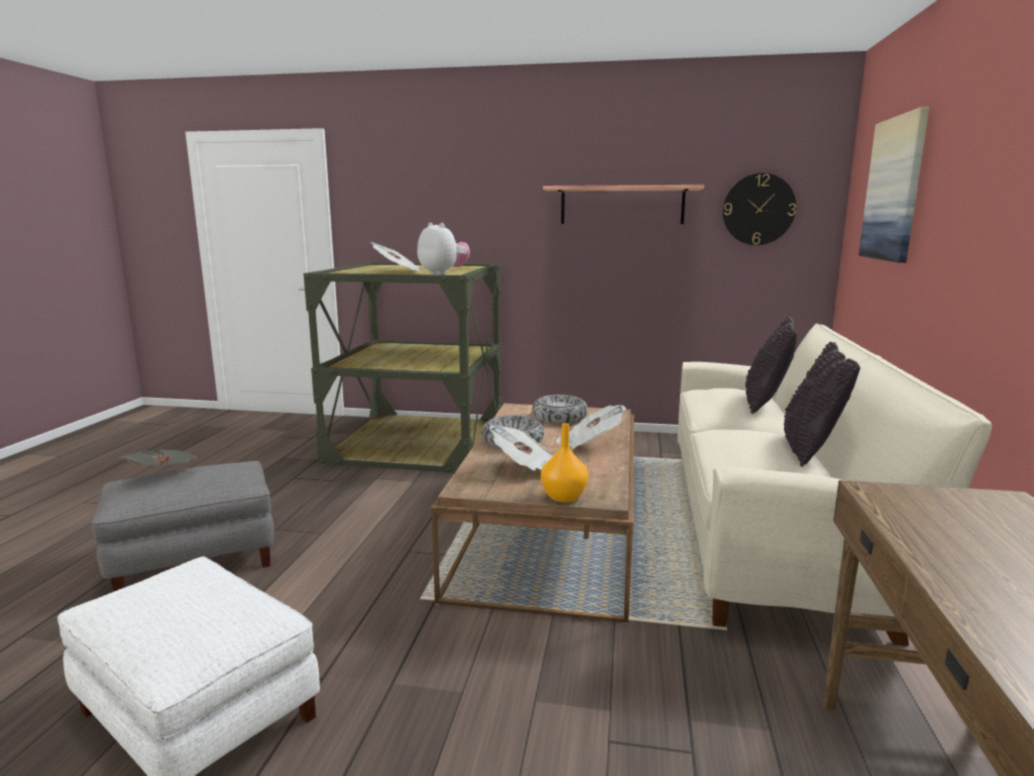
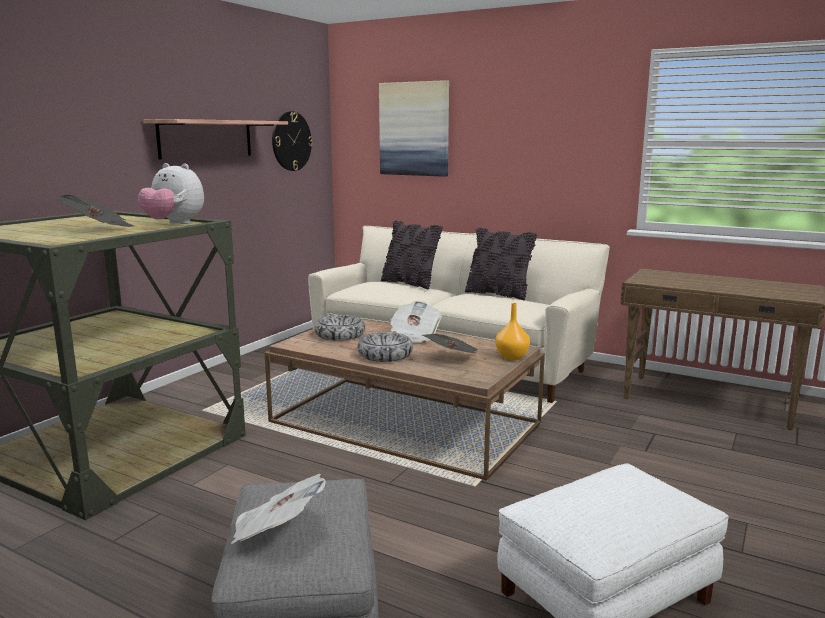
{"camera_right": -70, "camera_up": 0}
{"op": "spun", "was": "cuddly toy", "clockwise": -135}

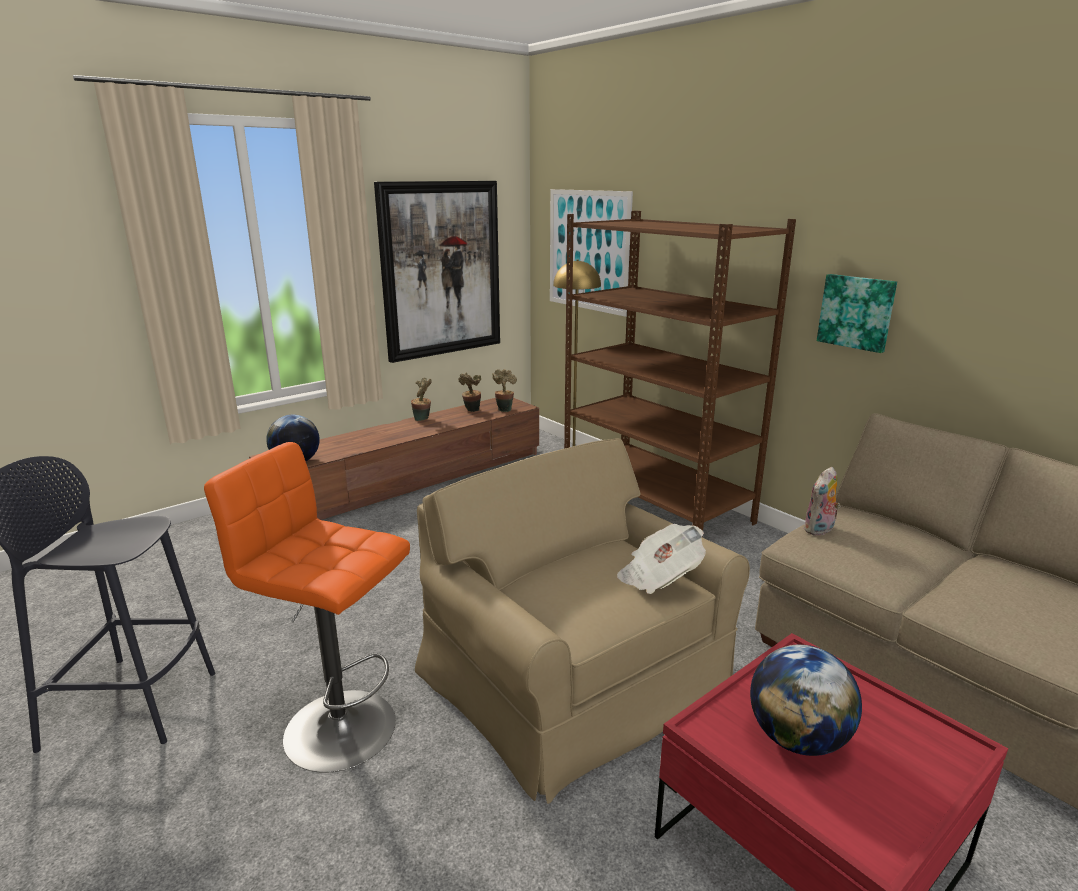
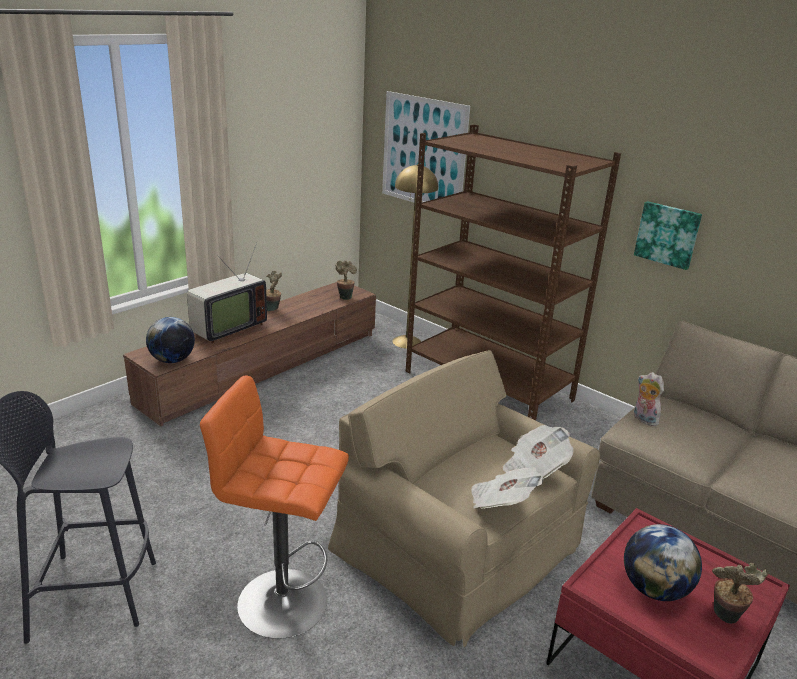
{"camera_right": -10, "camera_up": 5}
{"op": "appeared", "now": "TV"}
{"op": "appeared", "now": "newspaper (no. 1 from left)"}
{"op": "spun", "was": "cuddly toy", "clockwise": 105}
{"op": "relocated", "was": "plant in a pot (no. 2 from left in the first image)", "now": "plant in a pot (no. 3 from left)"}
{"op": "missing", "was": "wall picture (no. 1 from left)"}

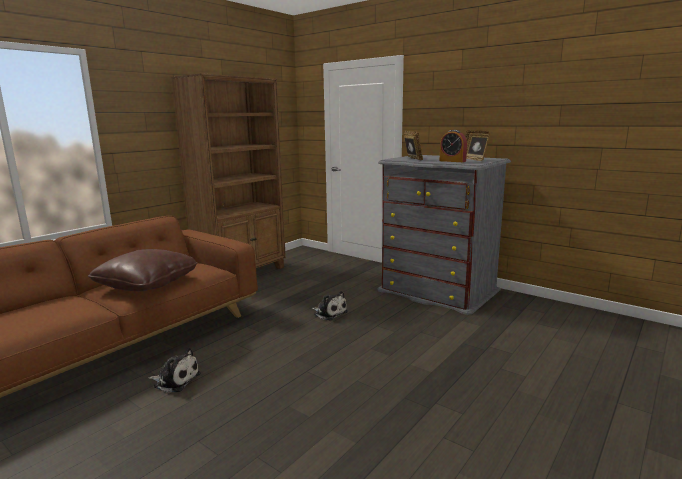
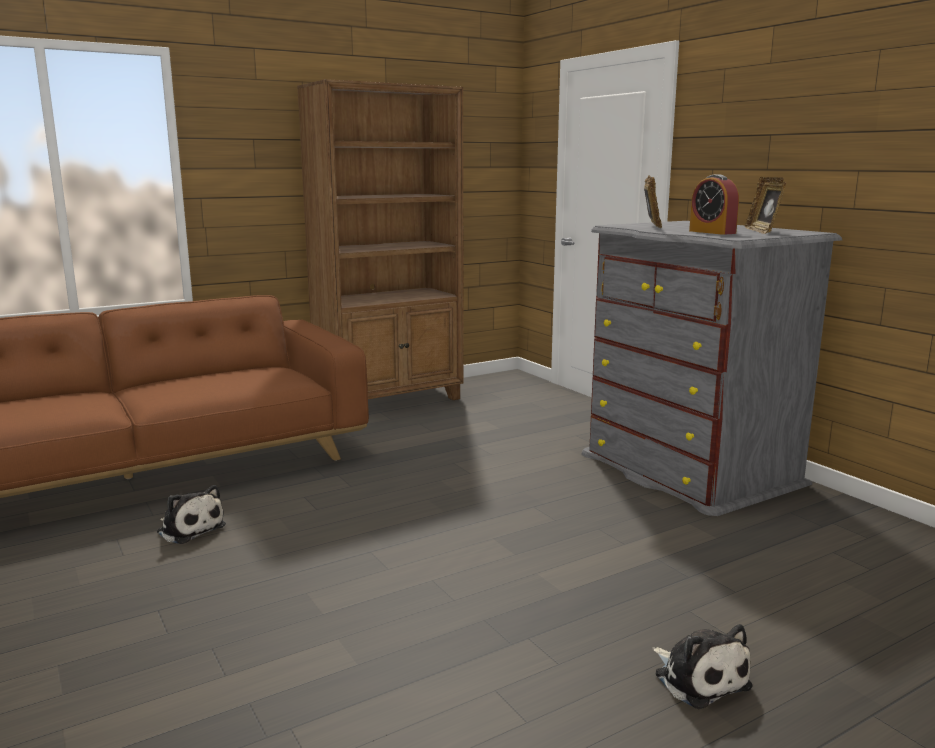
{"camera_right": 20, "camera_up": 0}
{"op": "relocated", "was": "cuddly toy (no. 2 from left)"}
{"op": "missing", "was": "brownish cushion"}

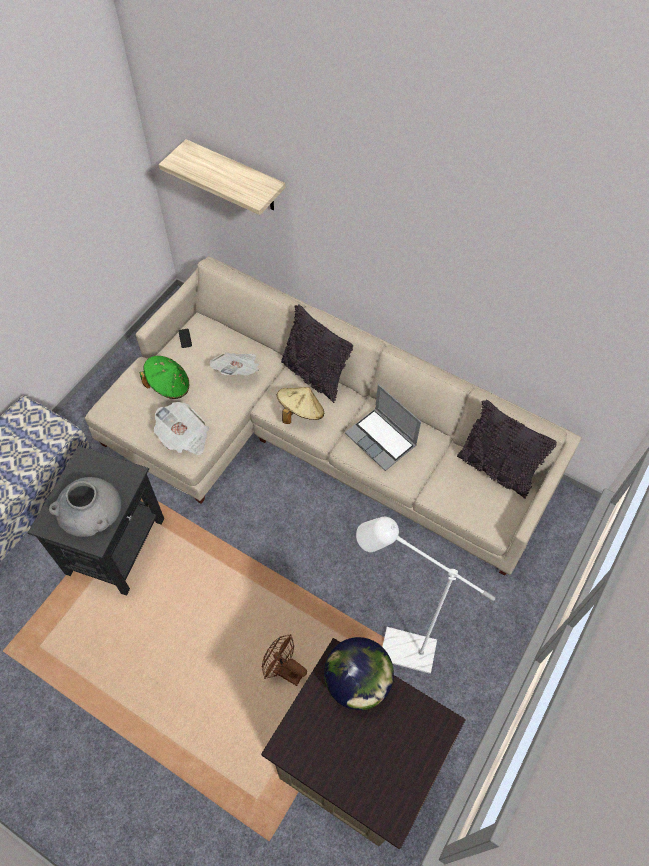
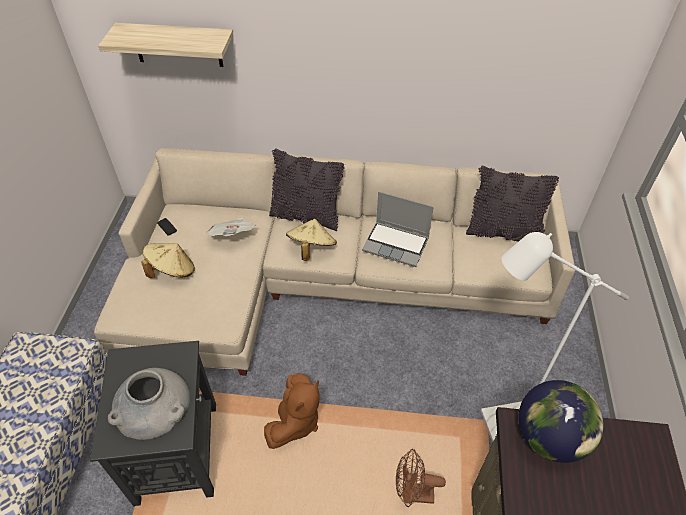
{"camera_right": -25, "camera_up": -10}
{"op": "colour", "was": "green clothing hat", "now": "sand-coloured clothing hat (no. 1 from left)"}
{"op": "appeared", "now": "brownish cuddly toy"}
{"op": "missing", "was": "newspaper (no. 1 from left)"}

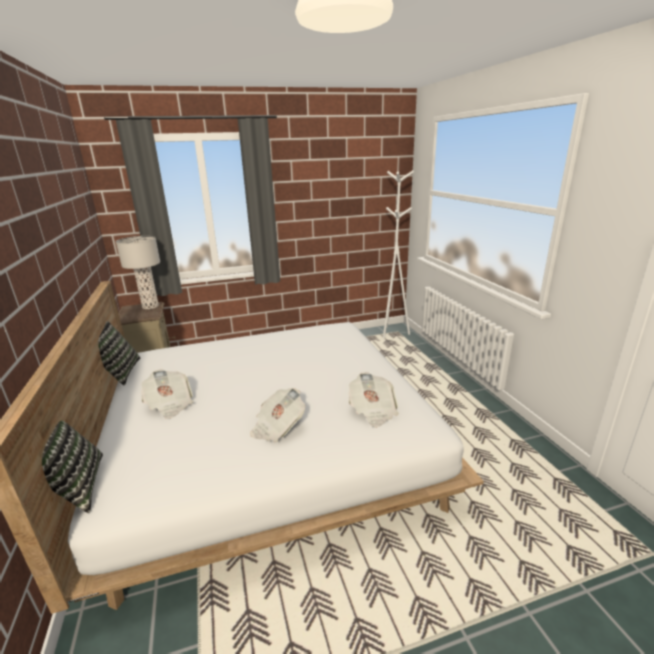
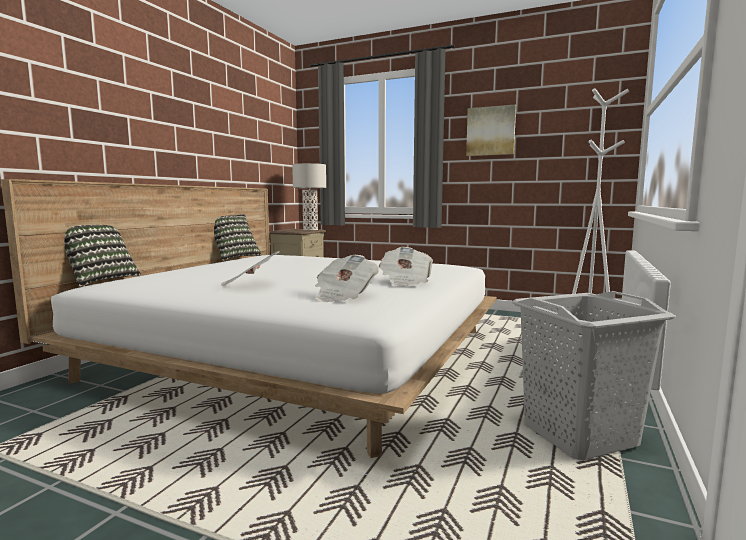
{"camera_right": 40, "camera_up": -15}
{"op": "relocated", "was": "newspaper (no. 1 from left in the first image)", "now": "newspaper (no. 3 from left)"}
{"op": "appeared", "now": "wall picture"}
{"op": "appeared", "now": "gray hamper"}

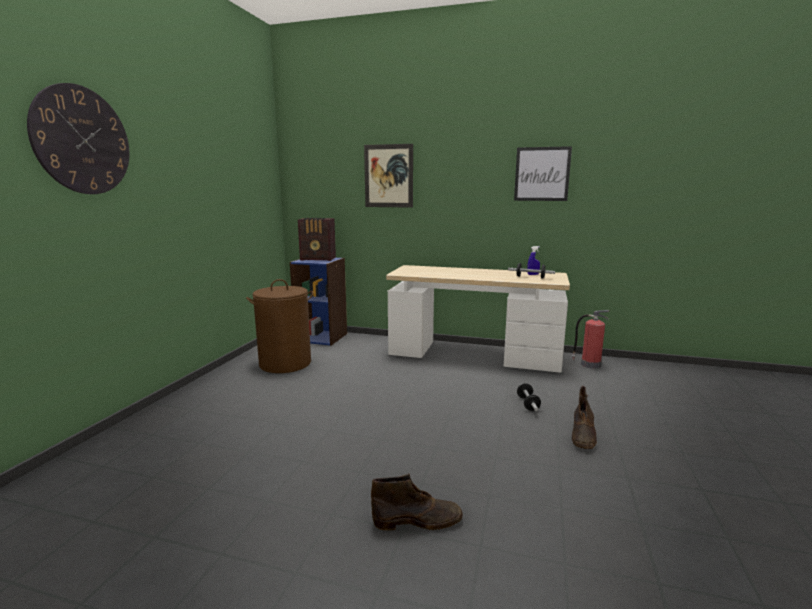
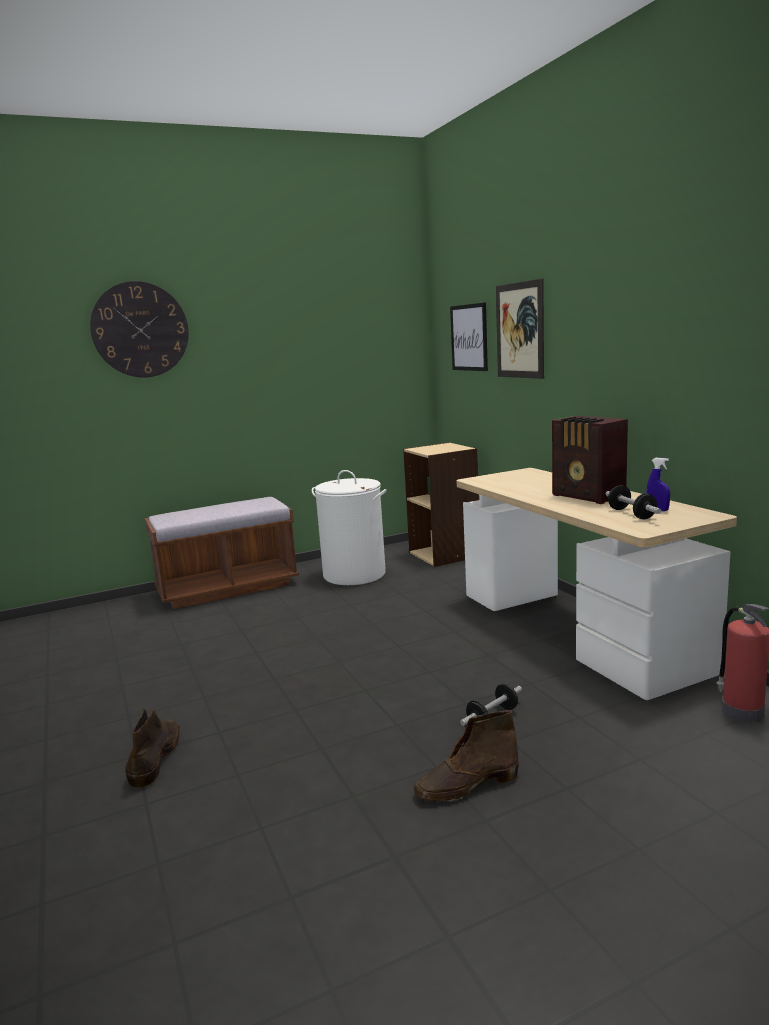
{"camera_right": 50, "camera_up": 0}
{"op": "spun", "was": "brownish boot (no. 1 from left)", "clockwise": -135}
{"op": "appeared", "now": "brownish bench"}
{"op": "colour", "was": "brownish hamper", "now": "white hamper"}
{"op": "colour", "was": "bluish shelving unit", "now": "sand-coloured shelving unit"}
{"op": "relocated", "was": "wall picture (no. 2 from left in the first image)", "now": "wall picture (no. 1 from left)"}
{"op": "relocated", "was": "radio receiver"}

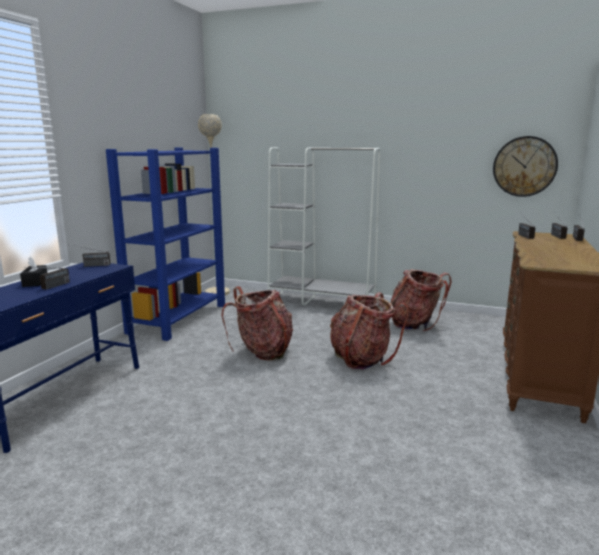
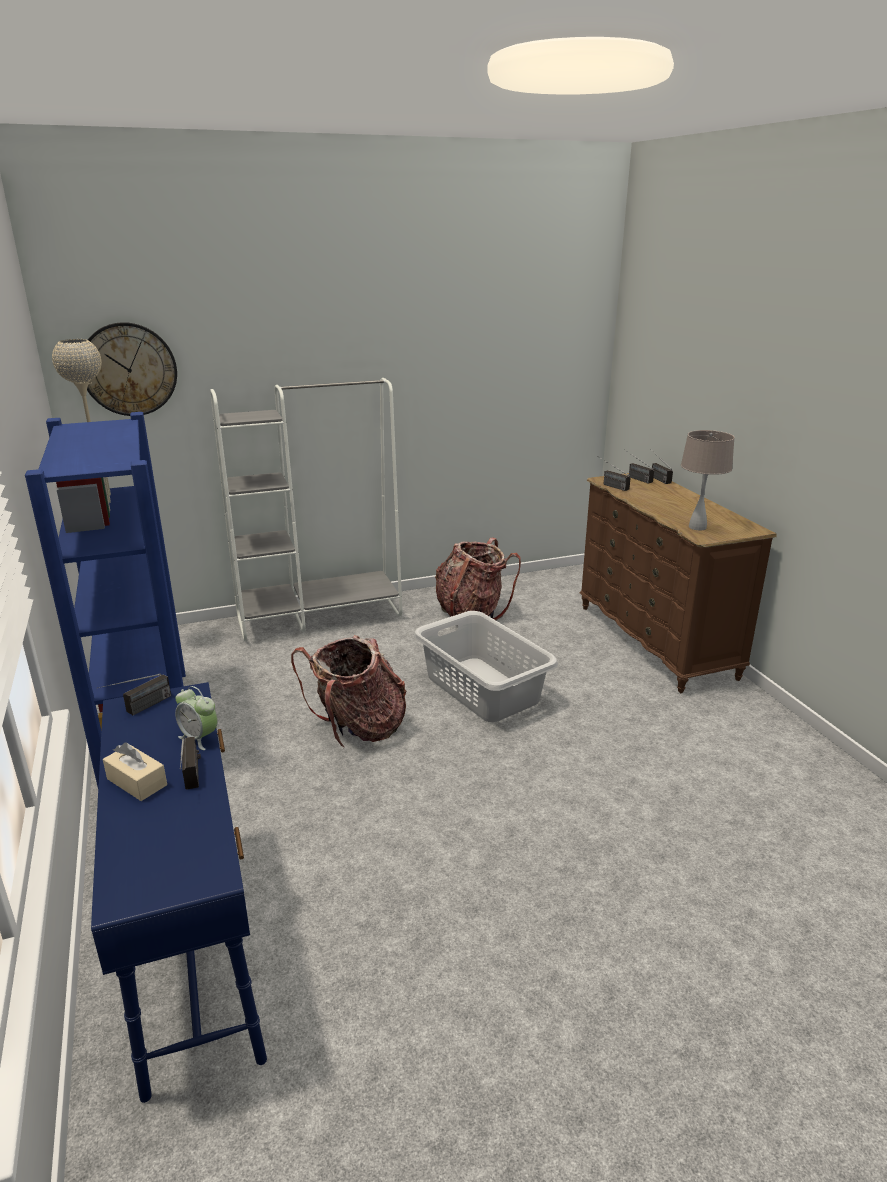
{"camera_right": -40, "camera_up": 10}
{"op": "relocated", "was": "wall clock"}
{"op": "colour", "was": "black-coloured box of tissues", "now": "sand-coloured box of tissues"}
{"op": "appeared", "now": "alarm clock"}
{"op": "exchanged", "was": "knapsack (no. 2 from left)", "now": "gray hamper"}
{"op": "appeared", "now": "sand-coloured table lamp"}

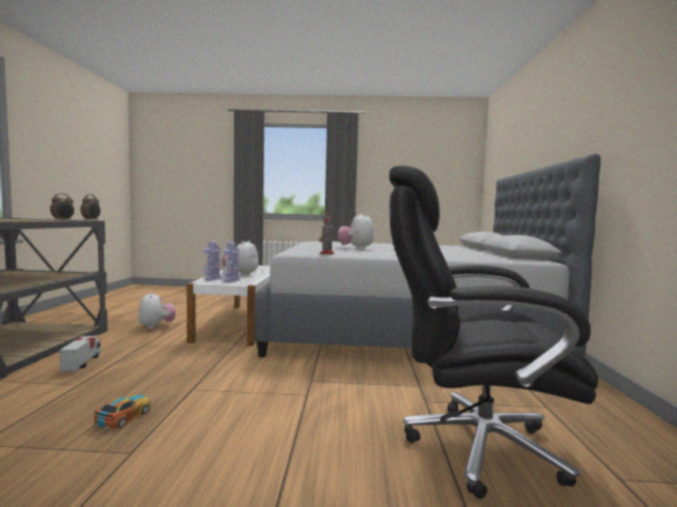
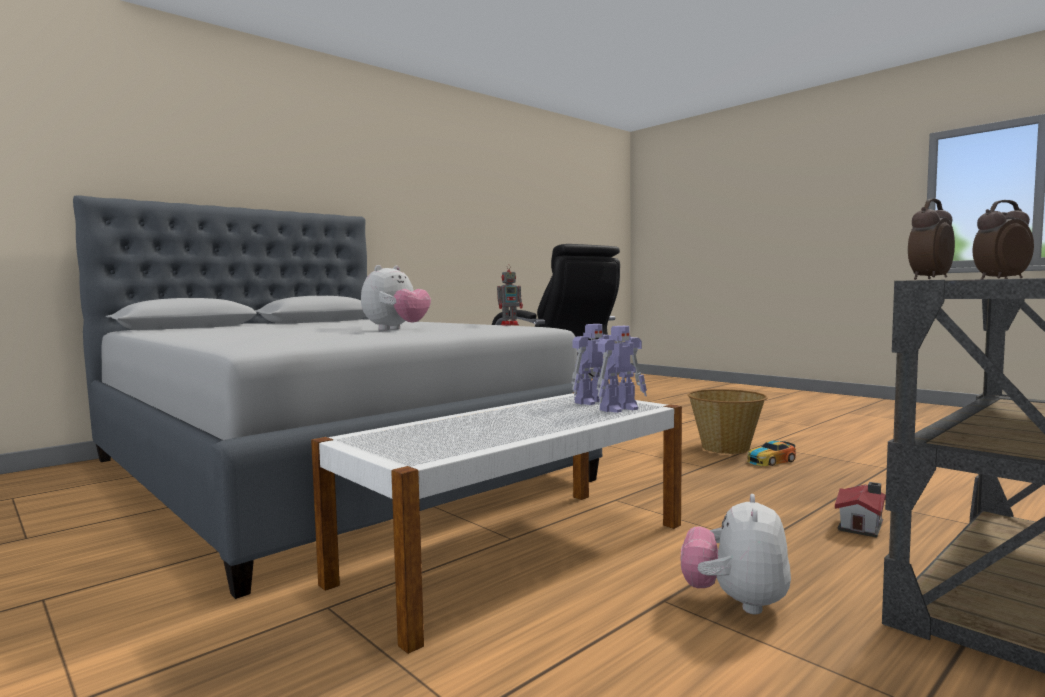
{"camera_right": -135, "camera_up": 0}
{"op": "appeared", "now": "household basket"}
{"op": "exchanged", "was": "toy truck", "now": "toy house"}
{"op": "missing", "was": "cuddly toy (no. 2 from left)"}

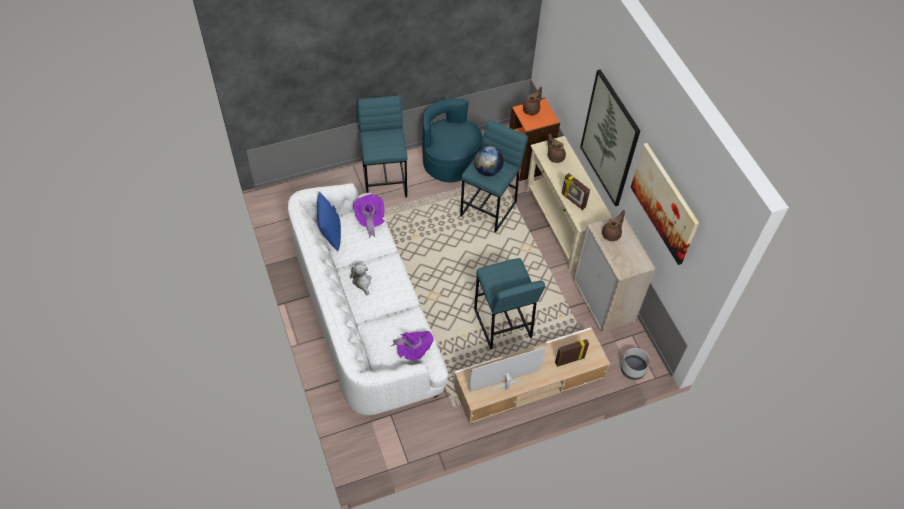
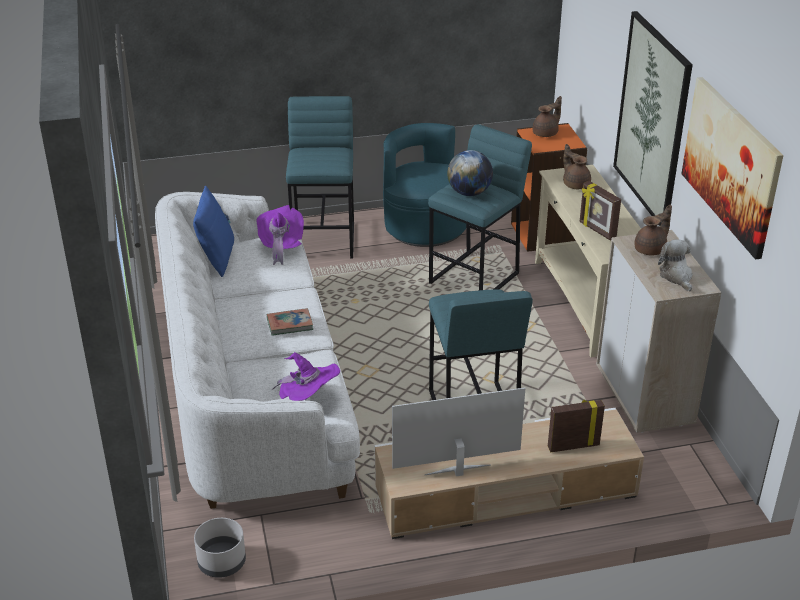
{"camera_right": 10, "camera_up": -20}
{"op": "relocated", "was": "gray flower pot"}
{"op": "appeared", "now": "volume"}
{"op": "relocated", "was": "cuddly toy"}

